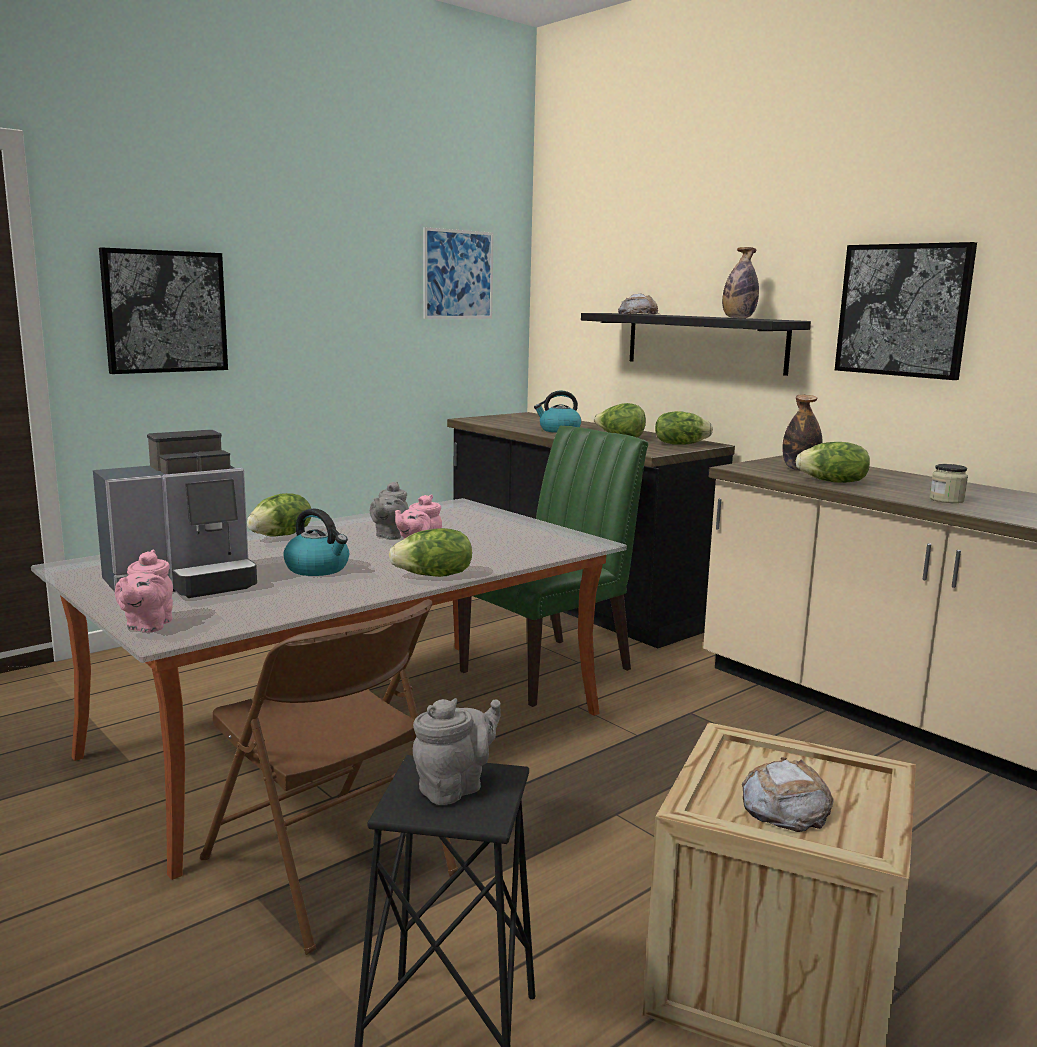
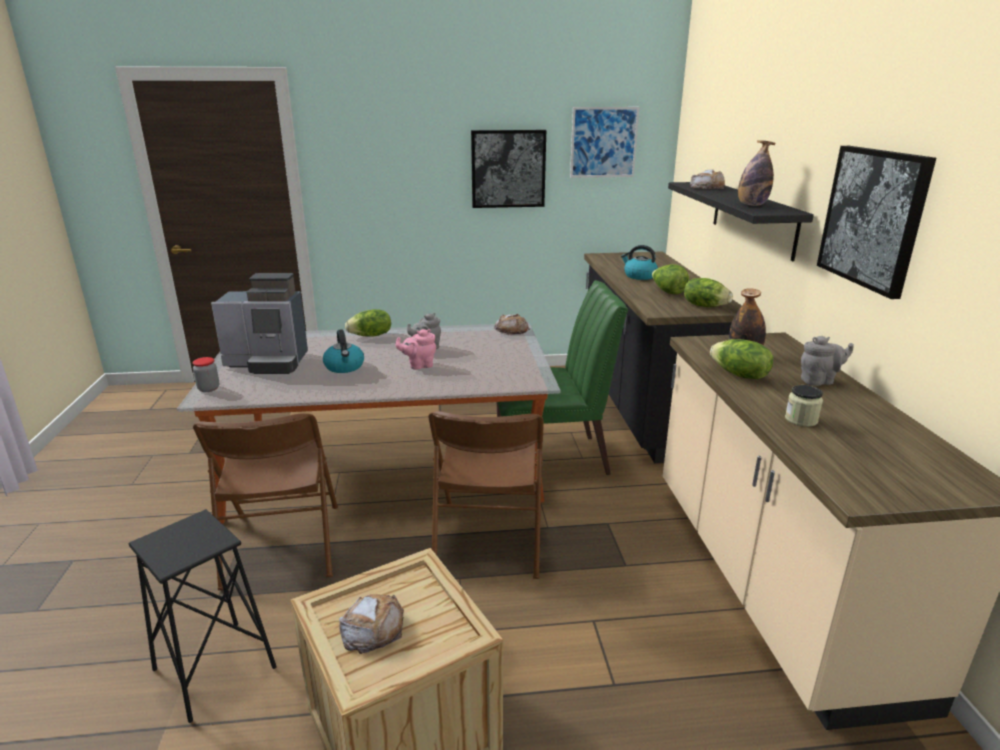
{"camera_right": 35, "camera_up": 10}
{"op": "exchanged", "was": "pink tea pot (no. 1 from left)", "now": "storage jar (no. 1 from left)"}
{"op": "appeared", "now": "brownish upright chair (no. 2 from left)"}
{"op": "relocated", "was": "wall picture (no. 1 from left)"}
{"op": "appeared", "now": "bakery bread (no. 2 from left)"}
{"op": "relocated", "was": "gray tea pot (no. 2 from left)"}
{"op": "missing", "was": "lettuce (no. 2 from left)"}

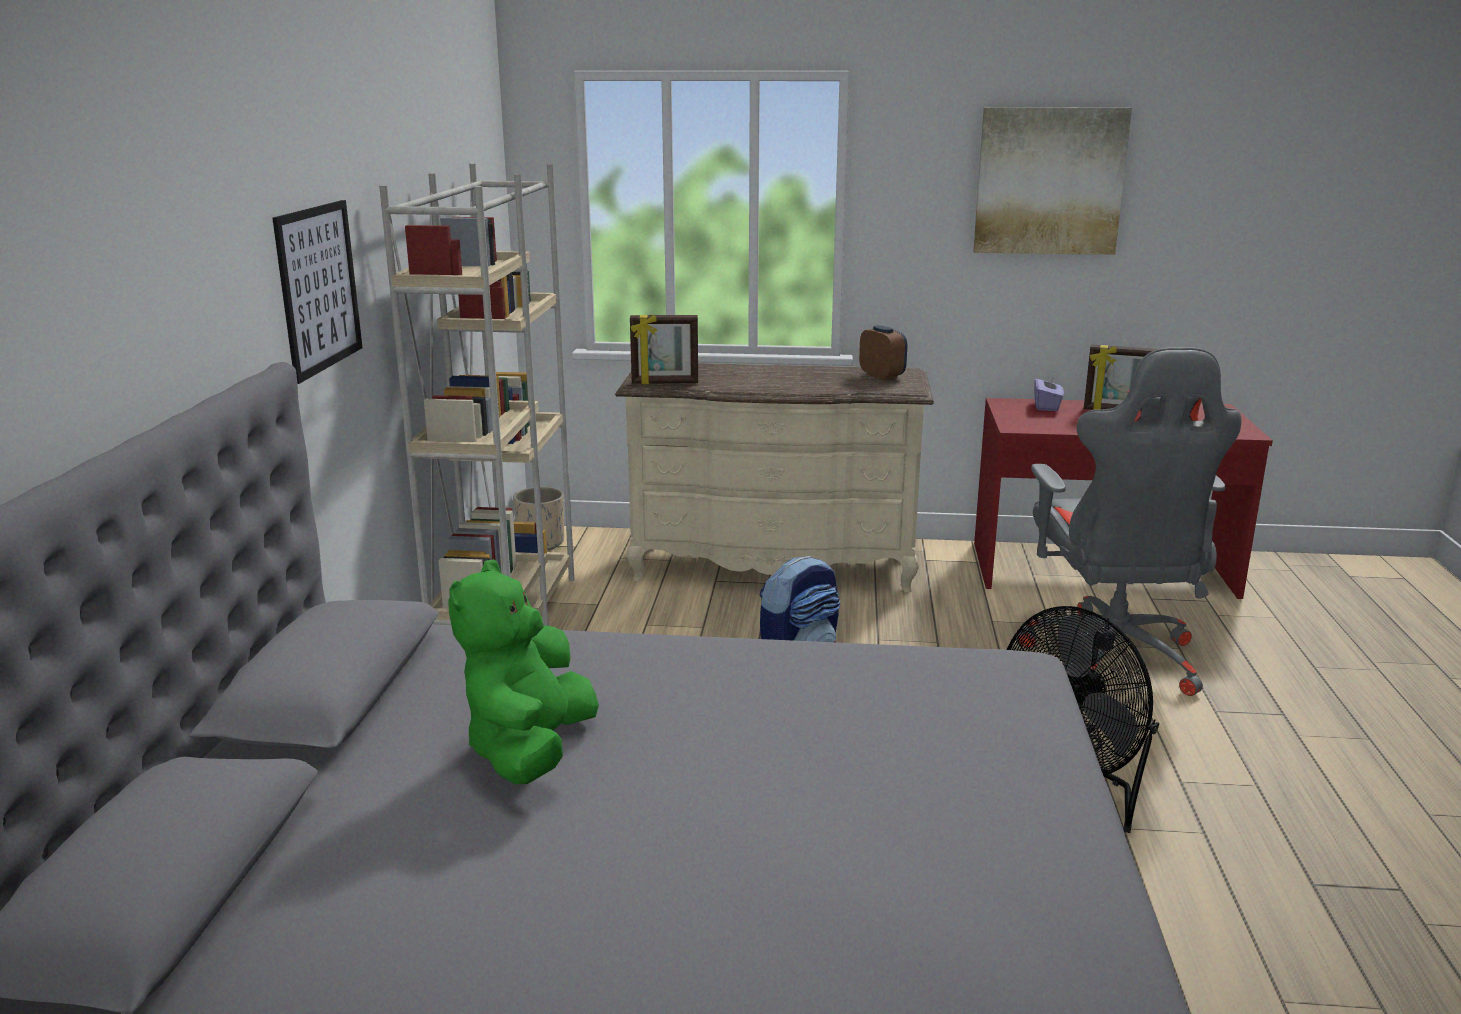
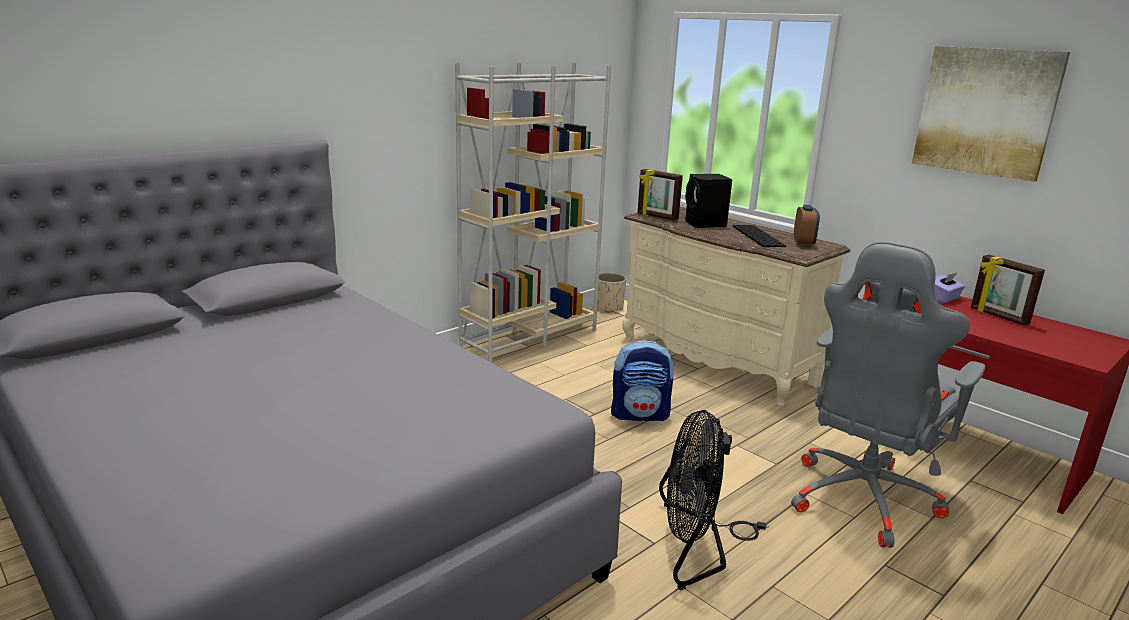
{"camera_right": 40, "camera_up": 0}
{"op": "appeared", "now": "black-coloured speaker"}
{"op": "appeared", "now": "keyboard"}
{"op": "missing", "was": "wall picture (no. 1 from left)"}
{"op": "missing", "was": "green cuddly toy"}

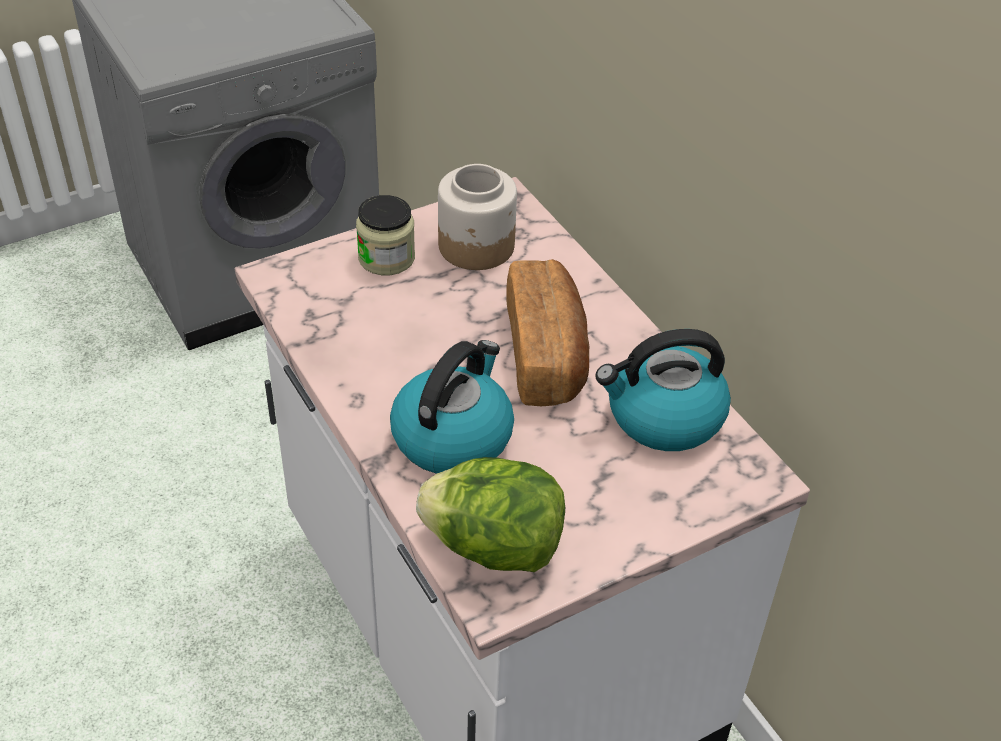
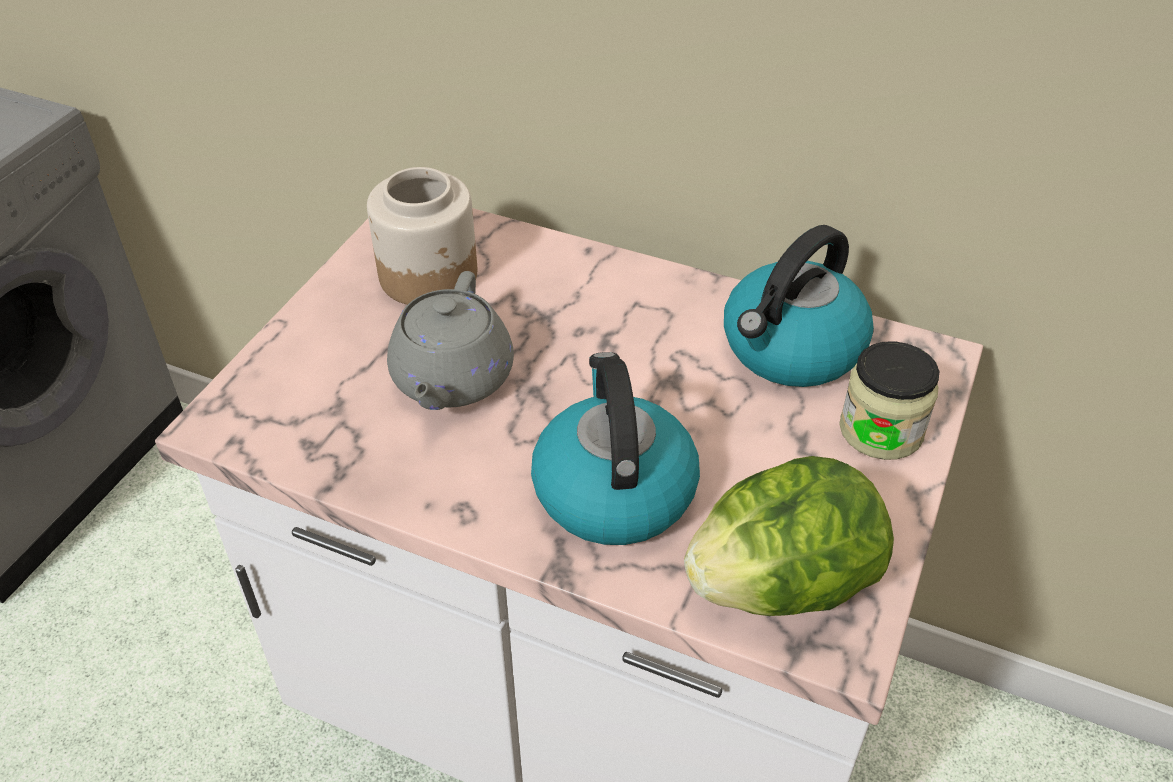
{"camera_right": -35, "camera_up": 0}
{"op": "appeared", "now": "gray tea pot"}
{"op": "relocated", "was": "storage jar (no. 1 from left in the first image)", "now": "storage jar (no. 2 from left)"}
{"op": "missing", "was": "bakery bread"}

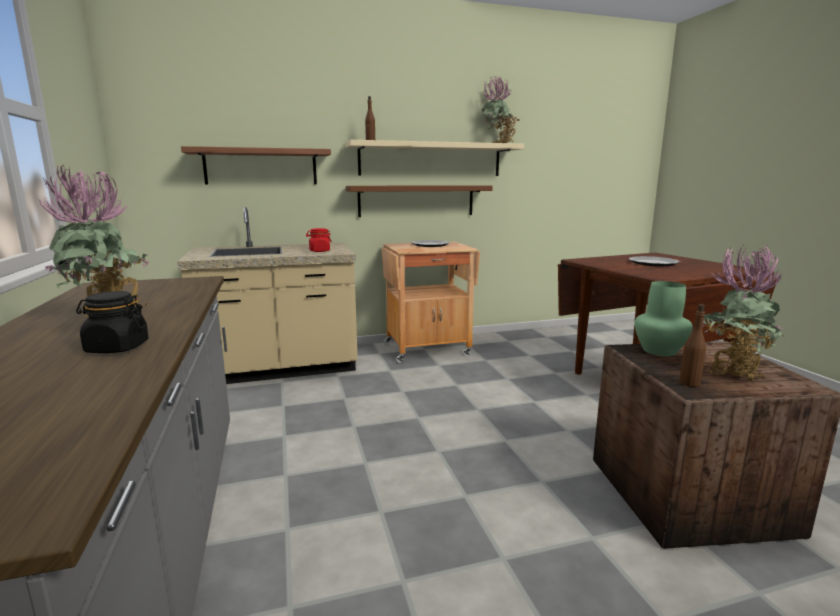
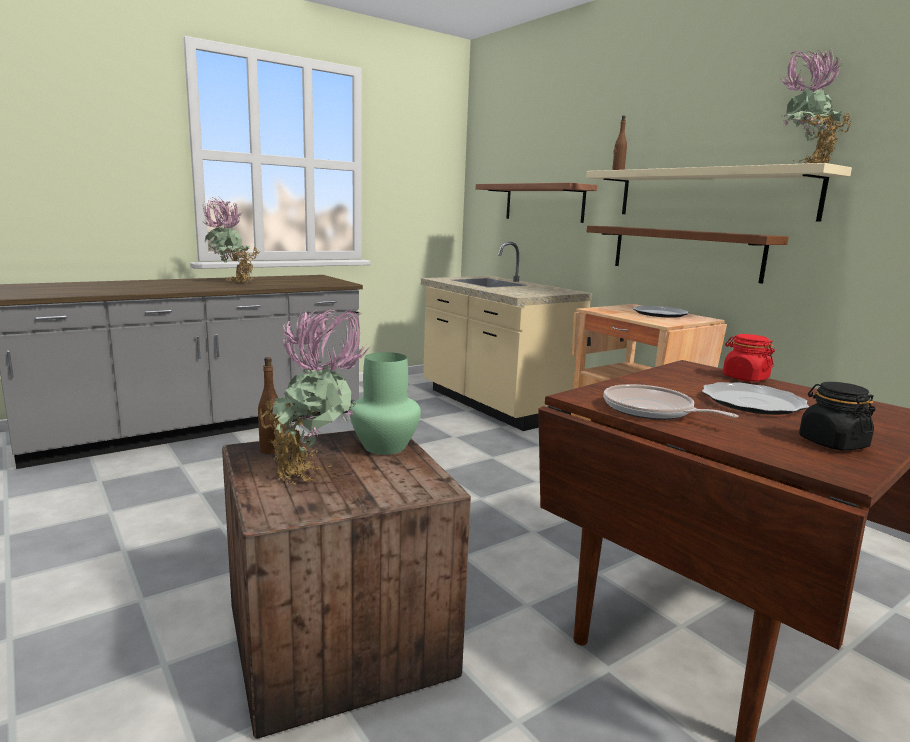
{"camera_right": 70, "camera_up": 0}
{"op": "appeared", "now": "frying pan"}
{"op": "relocated", "was": "red storage jar"}
{"op": "relocated", "was": "black-coloured storage jar"}

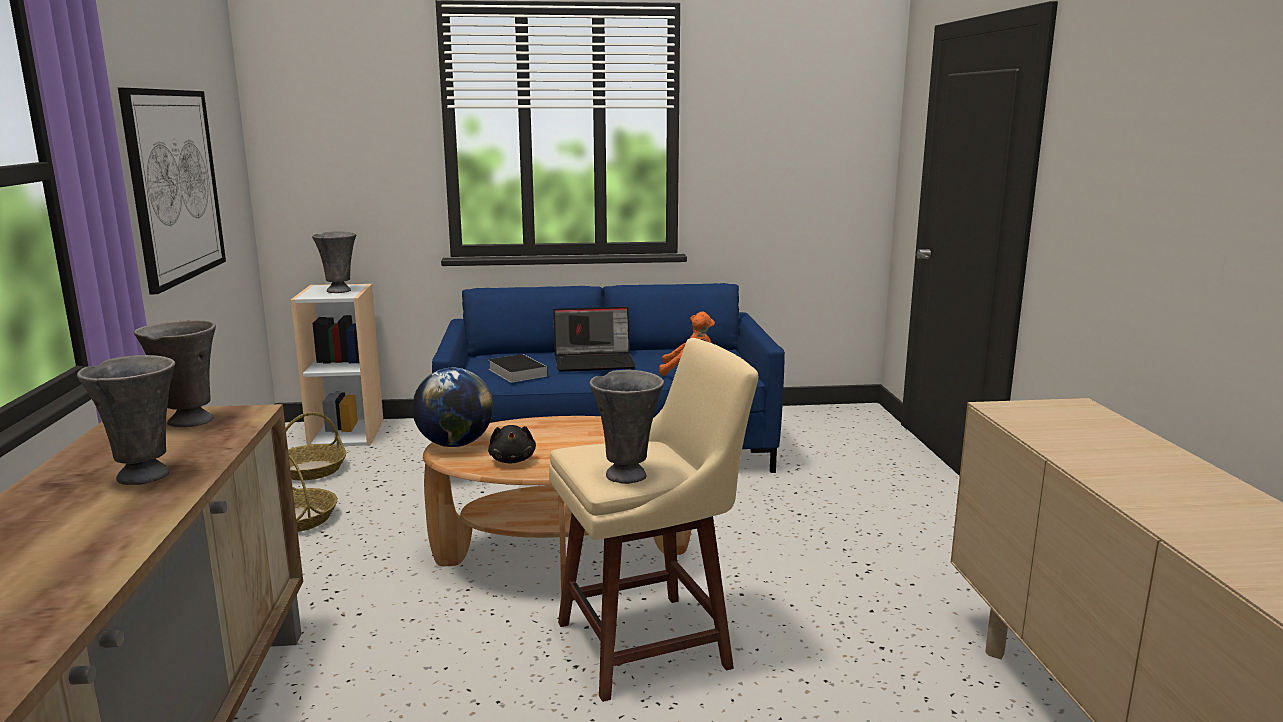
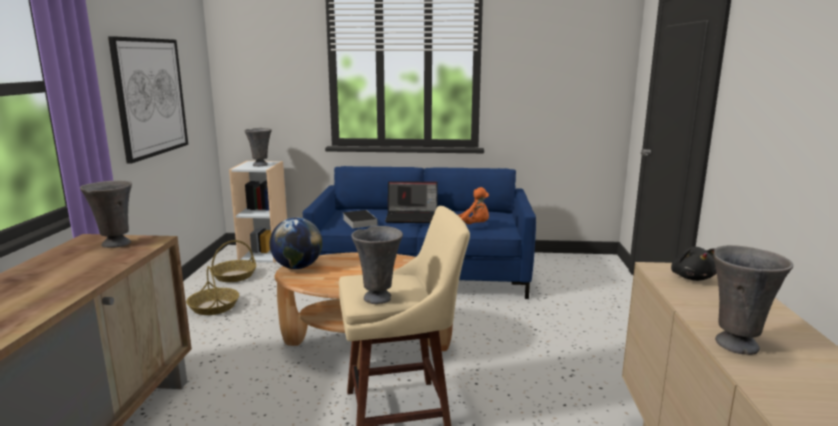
{"camera_right": 10, "camera_up": 0}
{"op": "relocated", "was": "black-coloured cuddly toy"}
{"op": "relocated", "was": "gray flower vase (no. 1 from left in the first image)", "now": "gray flower vase (no. 4 from left)"}

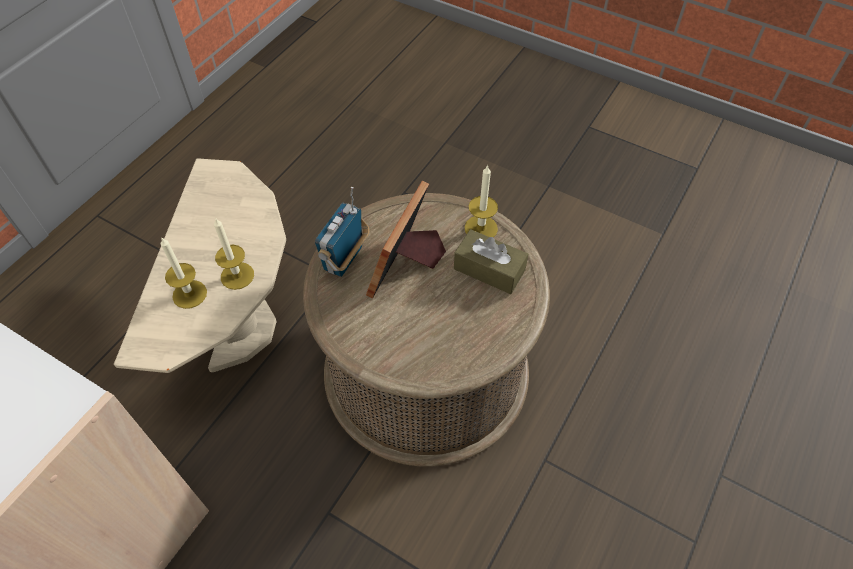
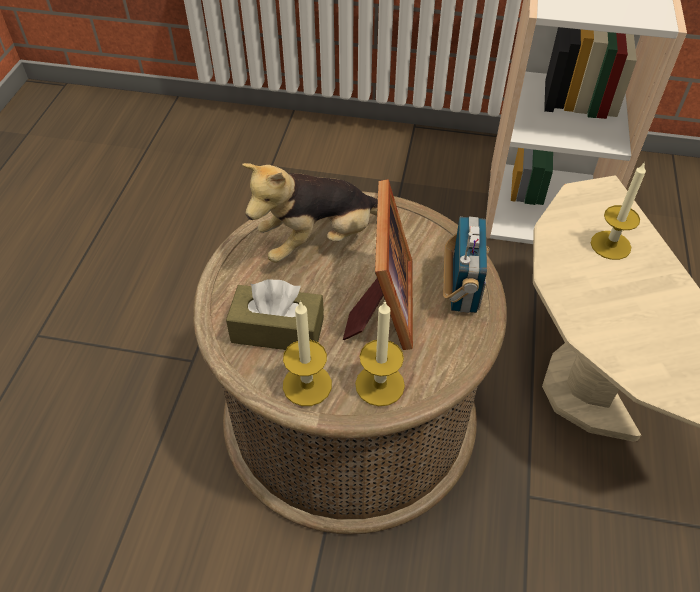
{"camera_right": 160, "camera_up": -5}
{"op": "appeared", "now": "cuddly toy"}
{"op": "relocated", "was": "wax light (no. 2 from left)"}

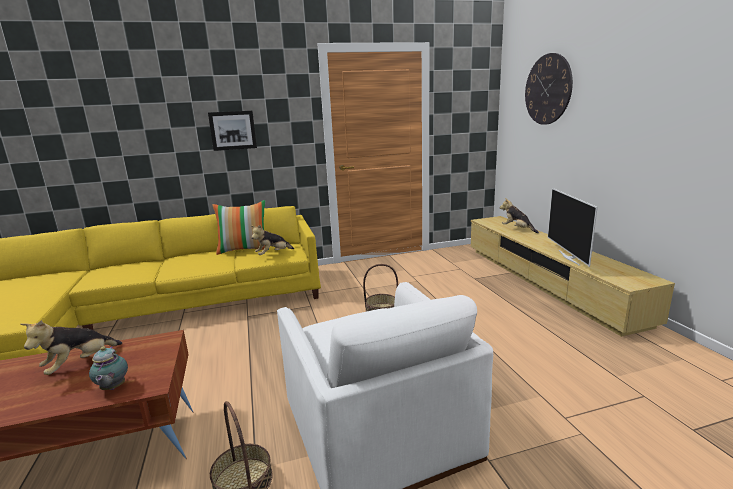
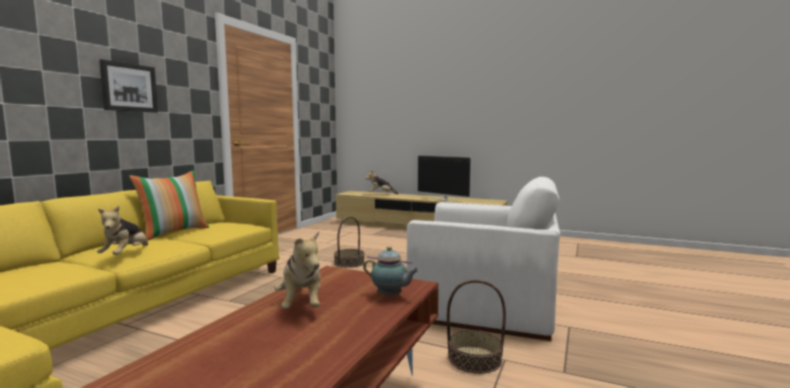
{"camera_right": -50, "camera_up": -10}
{"op": "relocated", "was": "cuddly toy (no. 2 from left in the first image)", "now": "cuddly toy (no. 1 from left)"}
{"op": "missing", "was": "wall clock"}

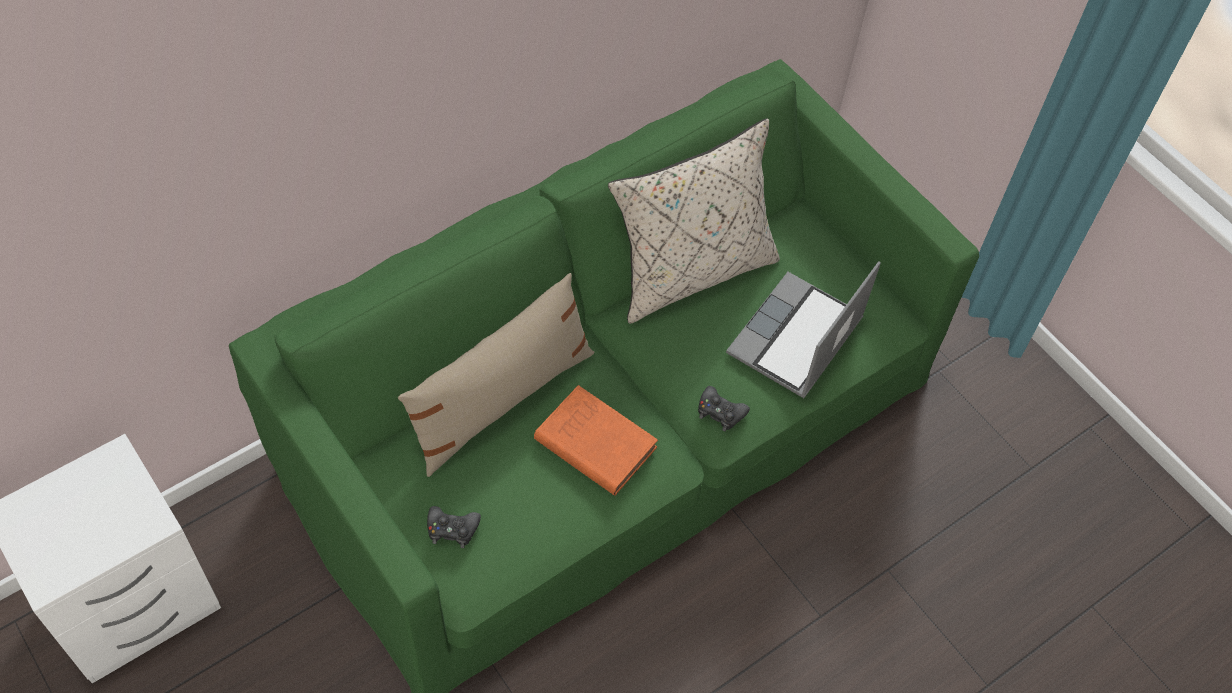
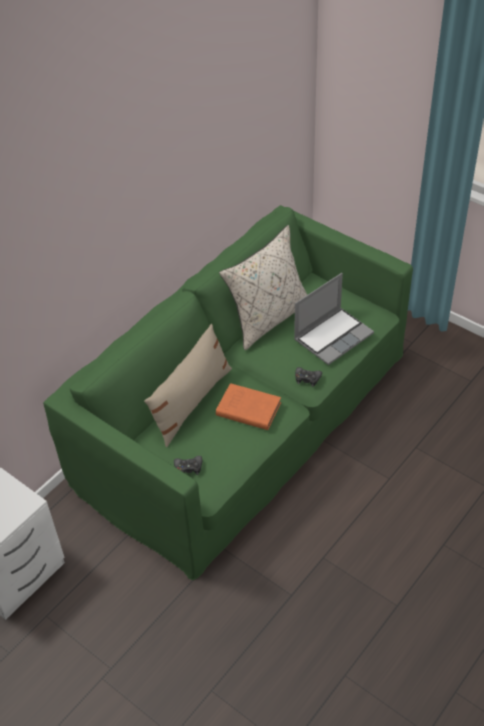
{"camera_right": -10, "camera_up": -10}
{"op": "spun", "was": "notebook computer", "clockwise": -150}

